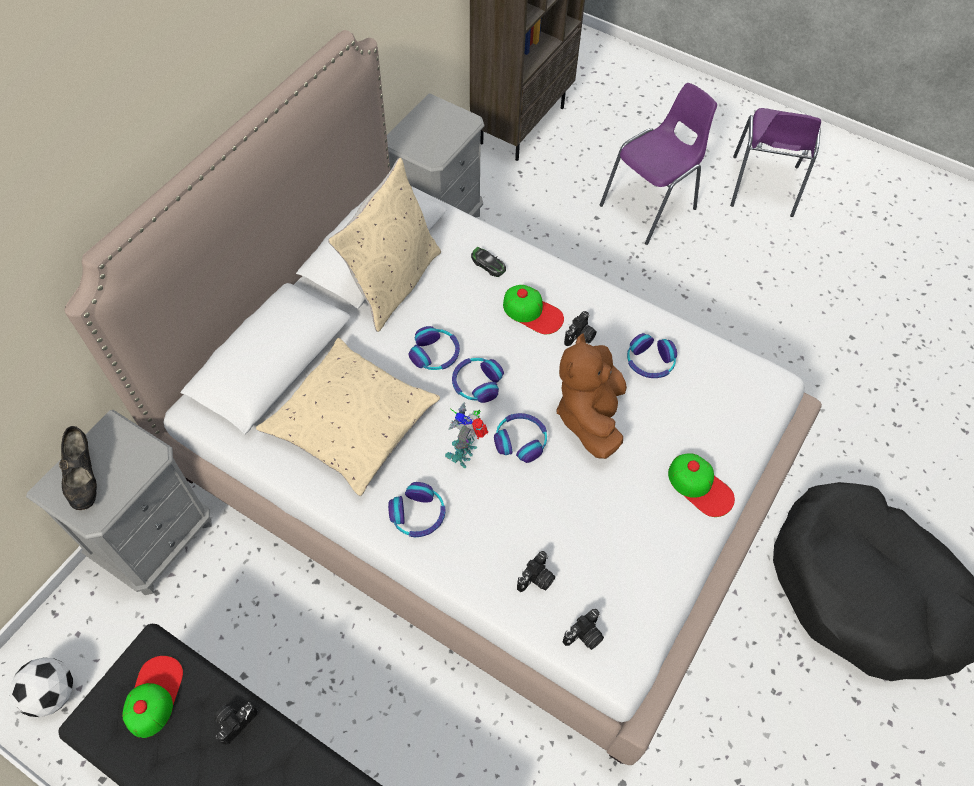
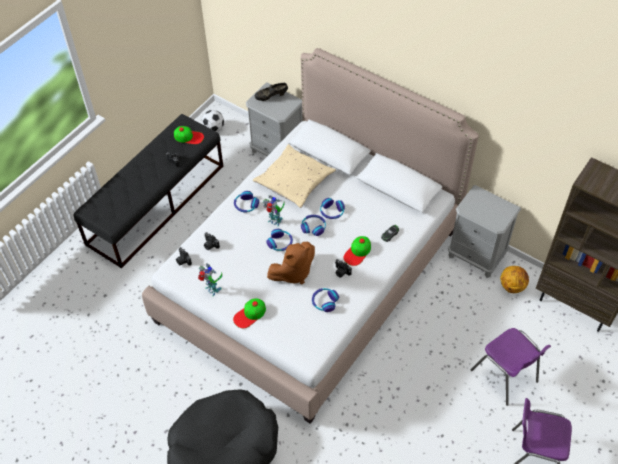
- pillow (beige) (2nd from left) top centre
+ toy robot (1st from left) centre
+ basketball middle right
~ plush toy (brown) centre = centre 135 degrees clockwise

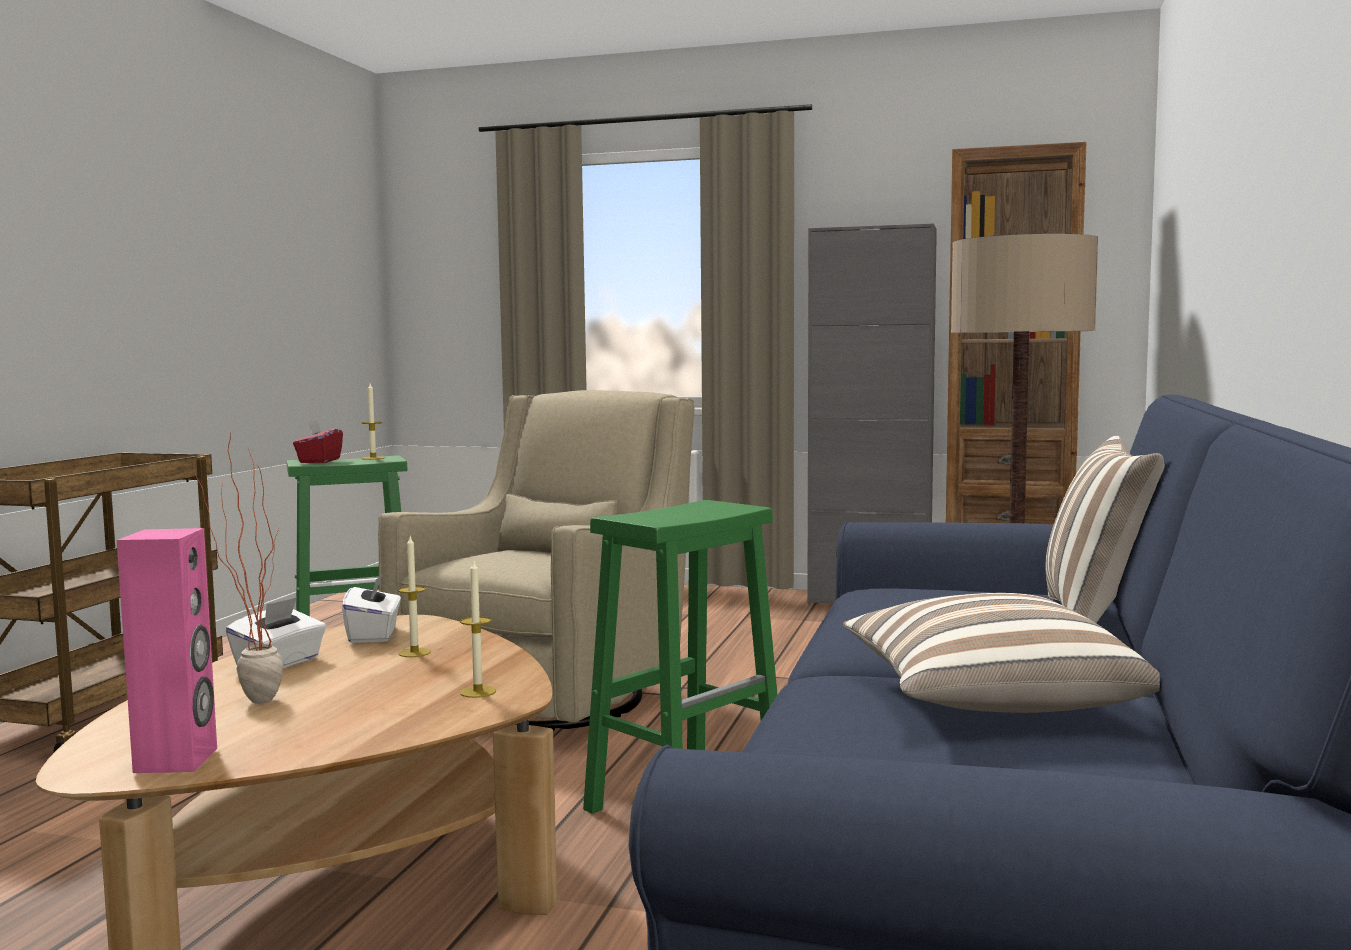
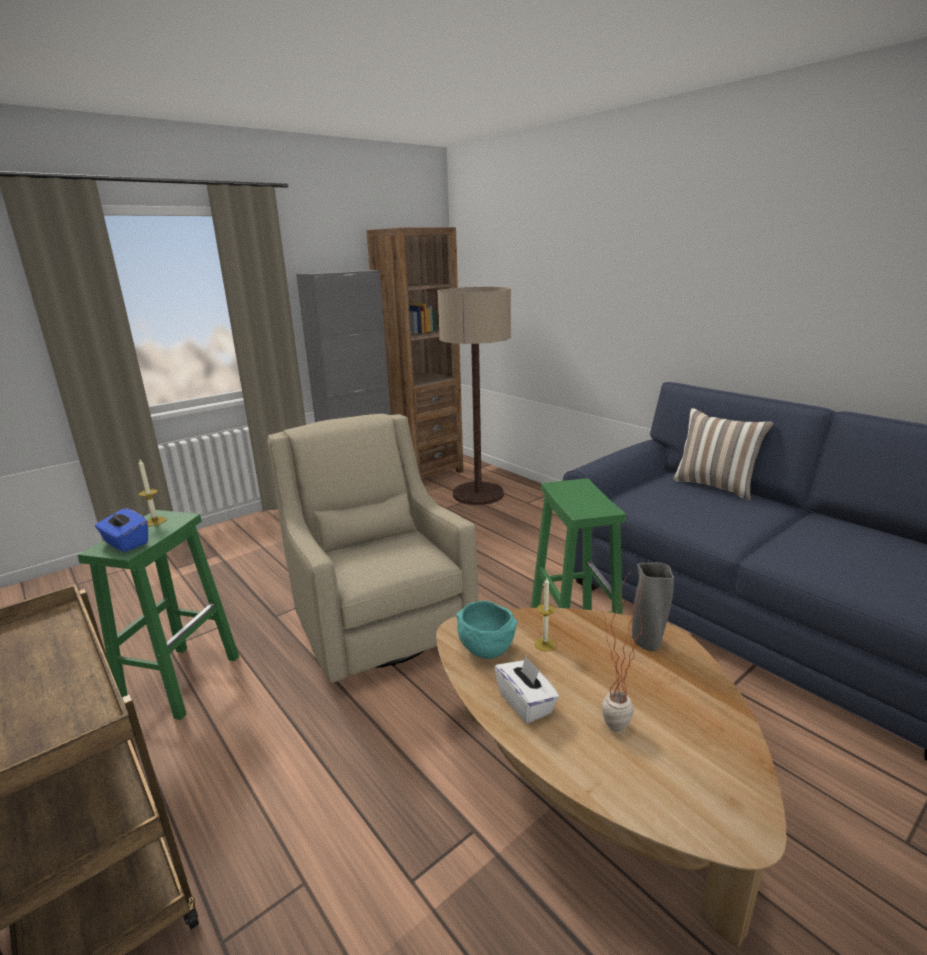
- speaker (pink) bottom left
- pillow (1st from left) bottom right
~ tissue box (white) (2nd from left) middle left to bowl (turquoise) centre
~ candle (3rd from left) centre to vase (grey) middle right
~ tissue box (red) middle left to tissue box (blue) middle left

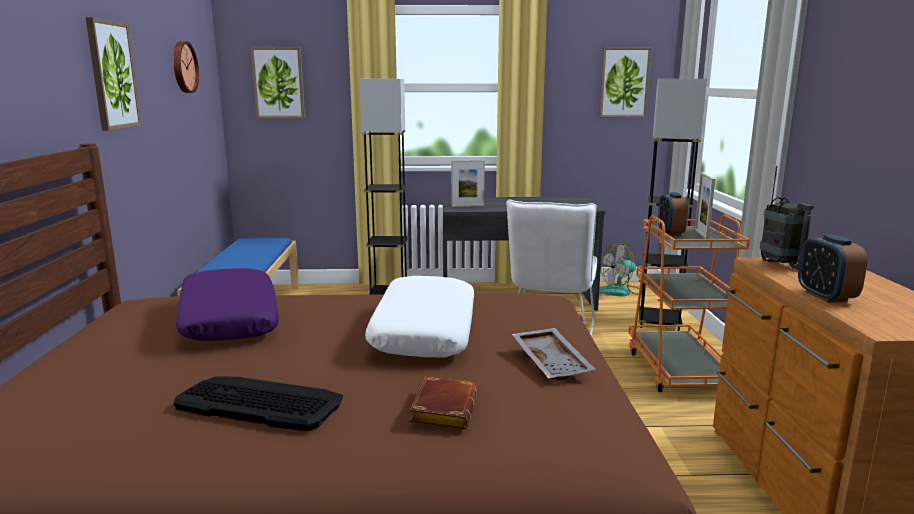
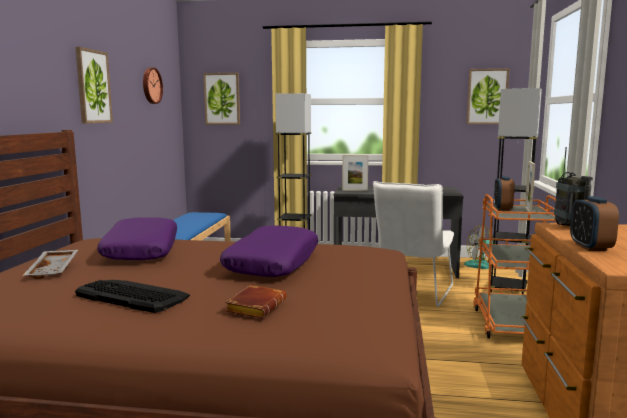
~ tray (grey) bottom centre to middle left
~ pillow (white) centre to pillow (purple) (2nd from left) centre

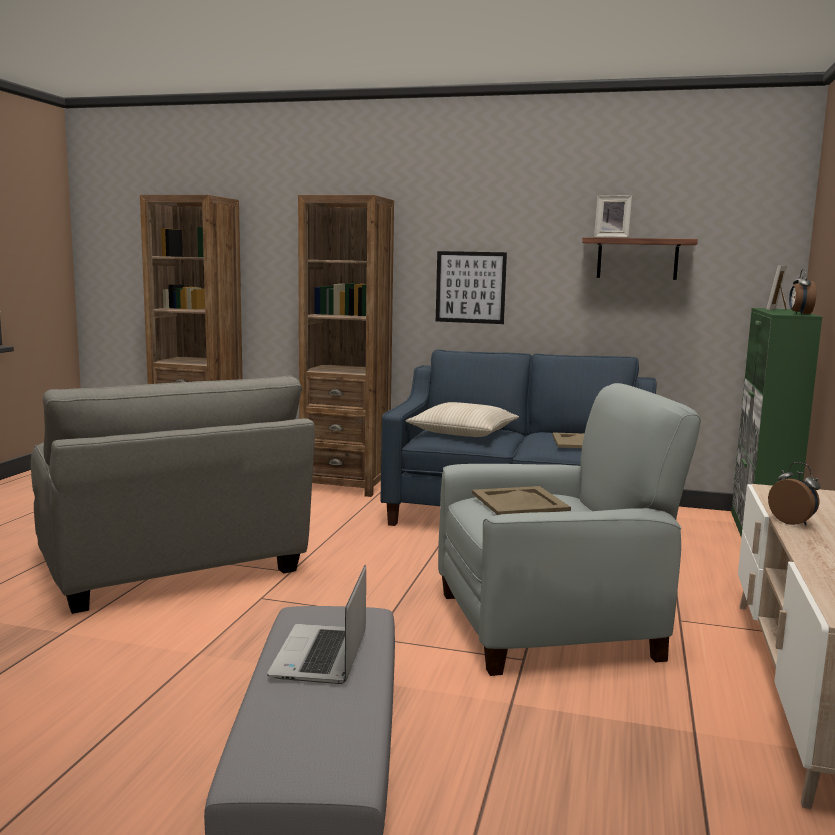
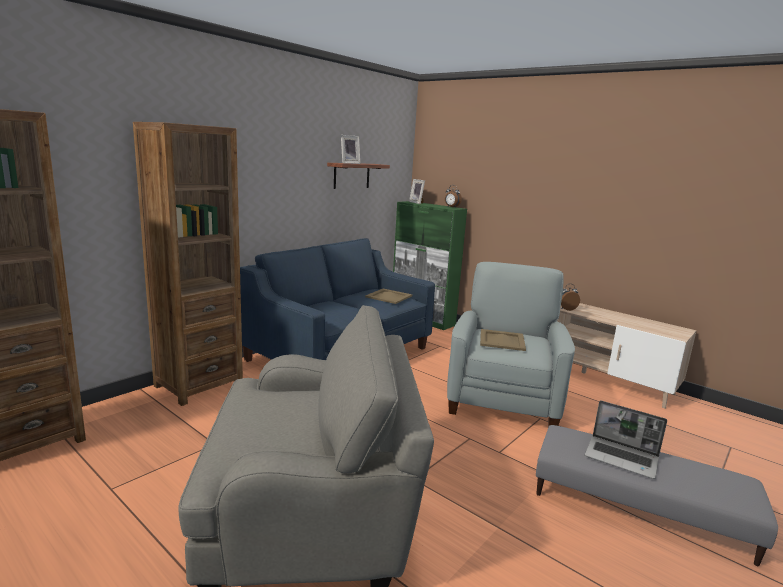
- pillow (beige) centre
- picture centre

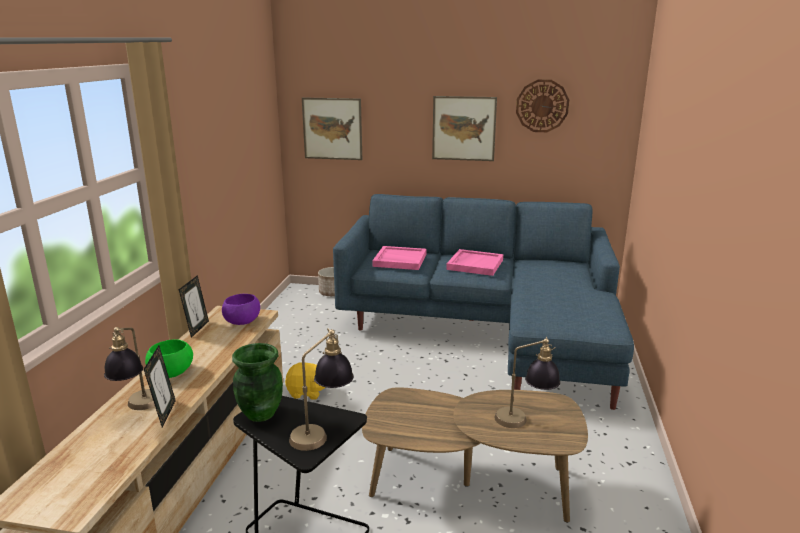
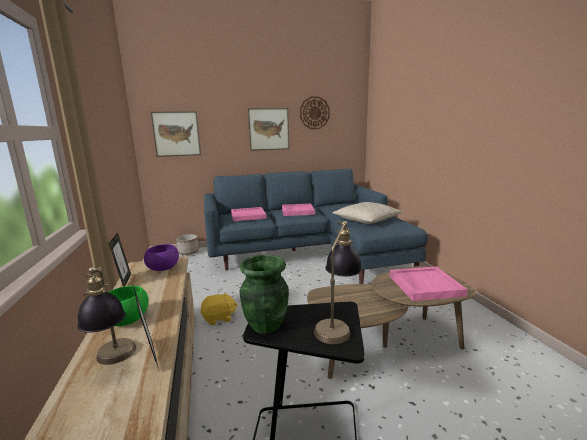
+ pillow (beige) centre
~ table lamp (3rd from left) bottom centre to tray (pink) (3rd from left) middle right

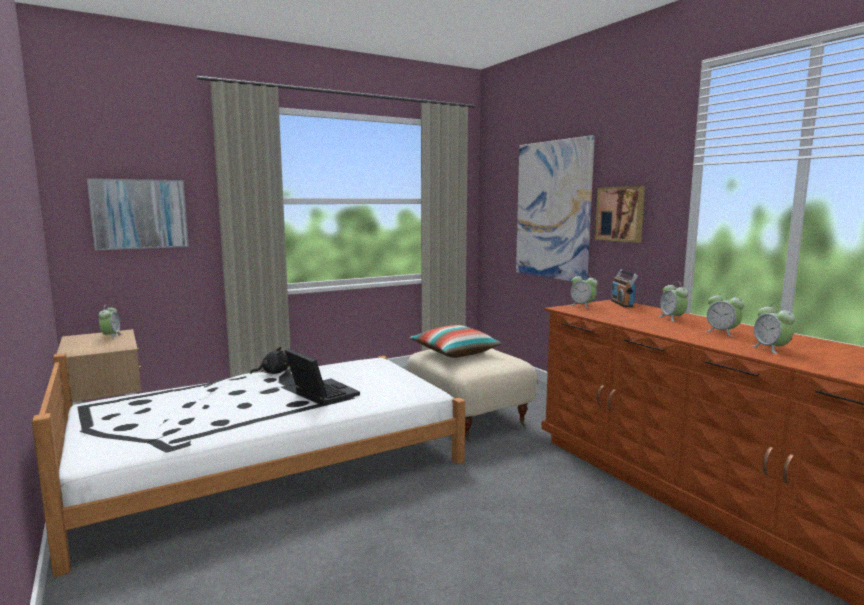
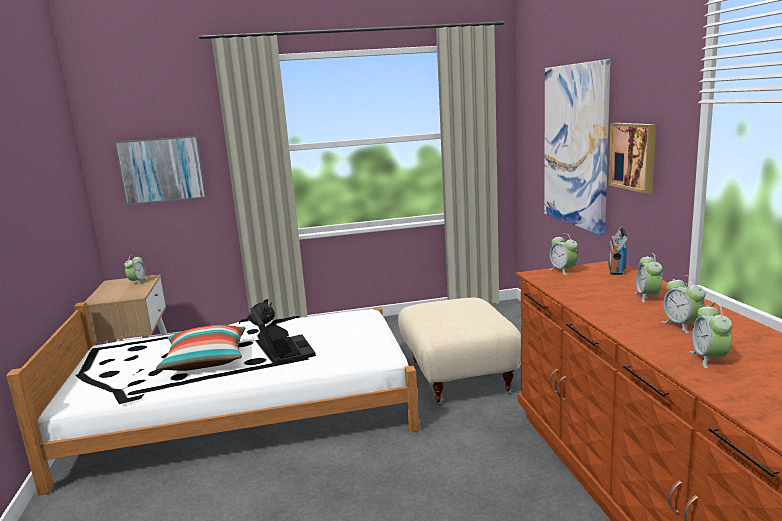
~ pillow centre to bottom left

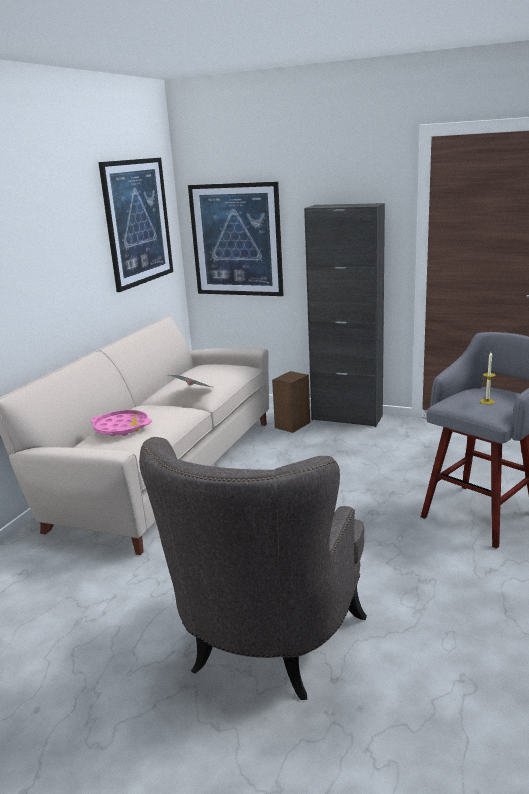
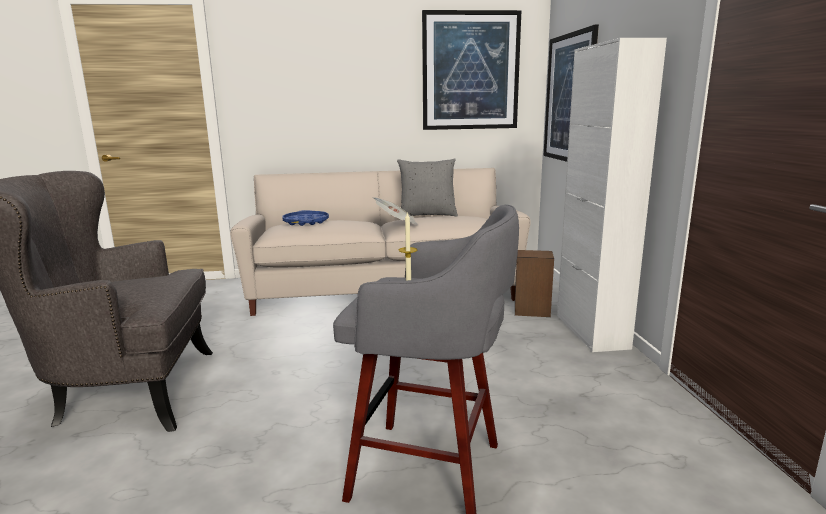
+ pillow (grey) centre
~ tray (pink) middle left to tray (blue) centre
~ cabinet (black) centre to cabinet (white) middle right

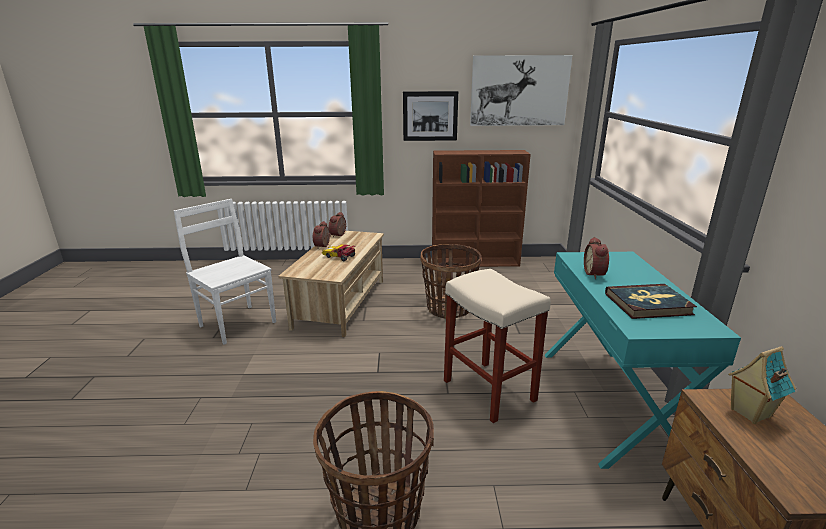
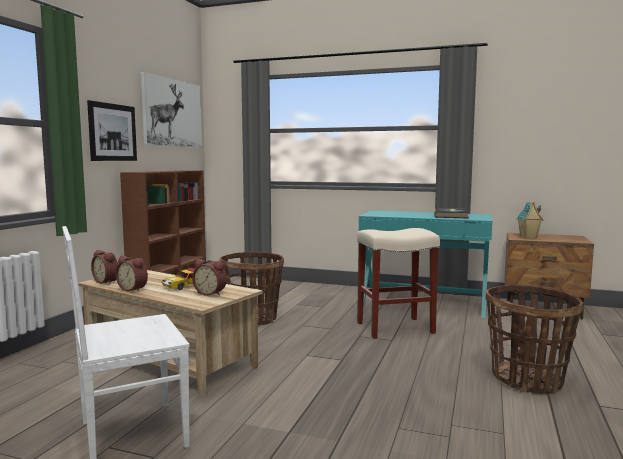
~ alarm clock (3rd from left) middle right to centre

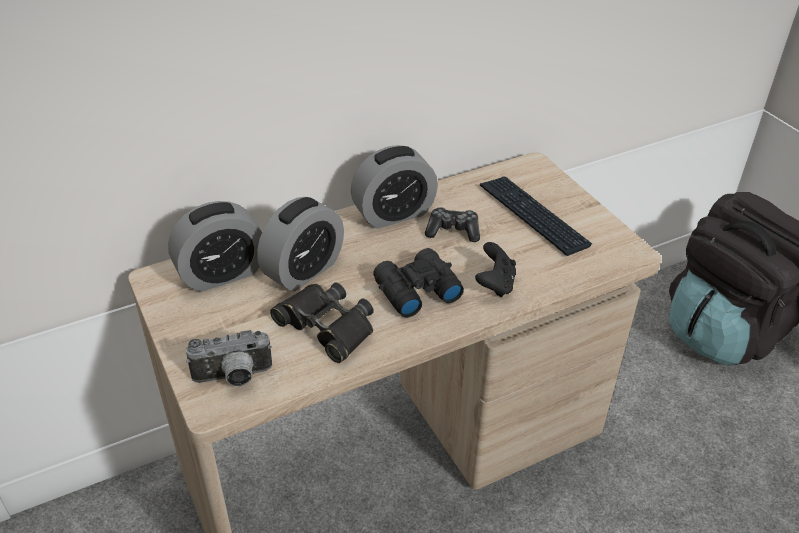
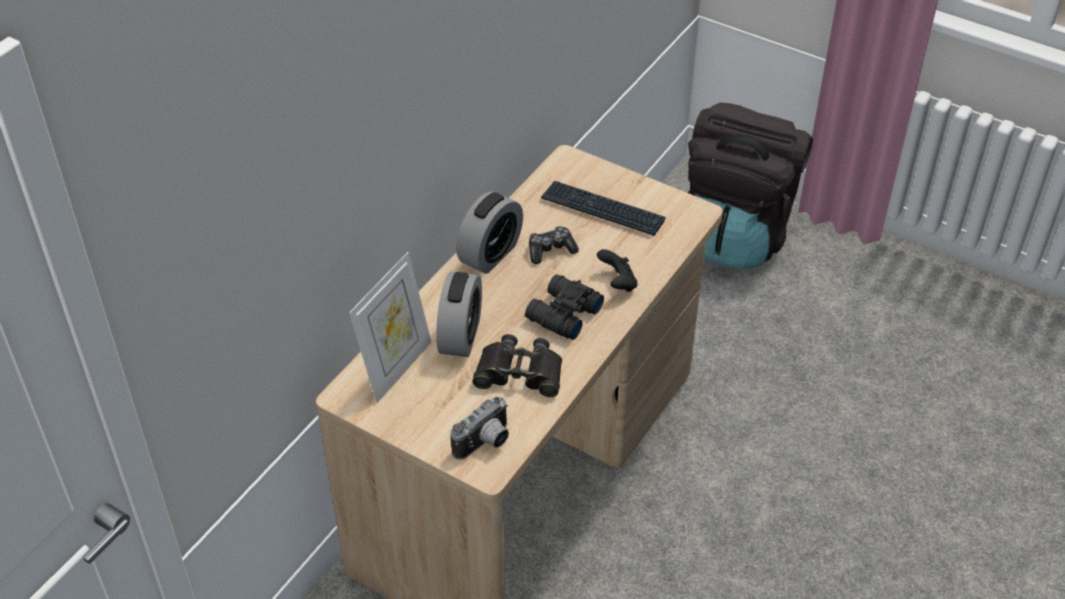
~ alarm clock (1st from left) middle left to picture frame centre

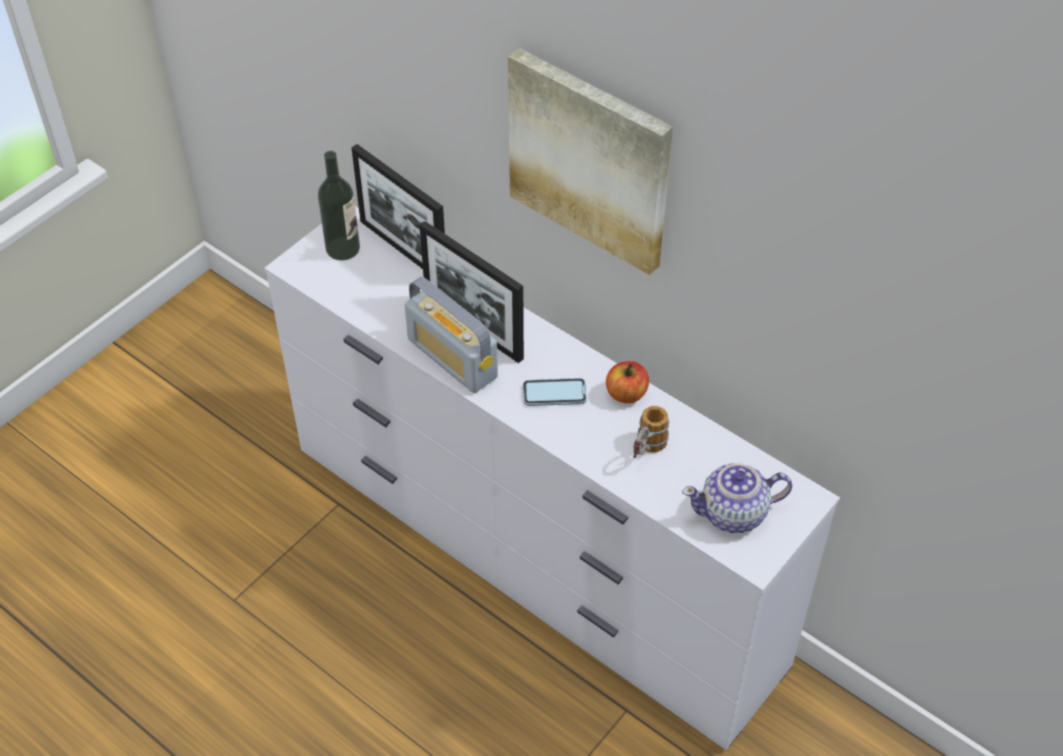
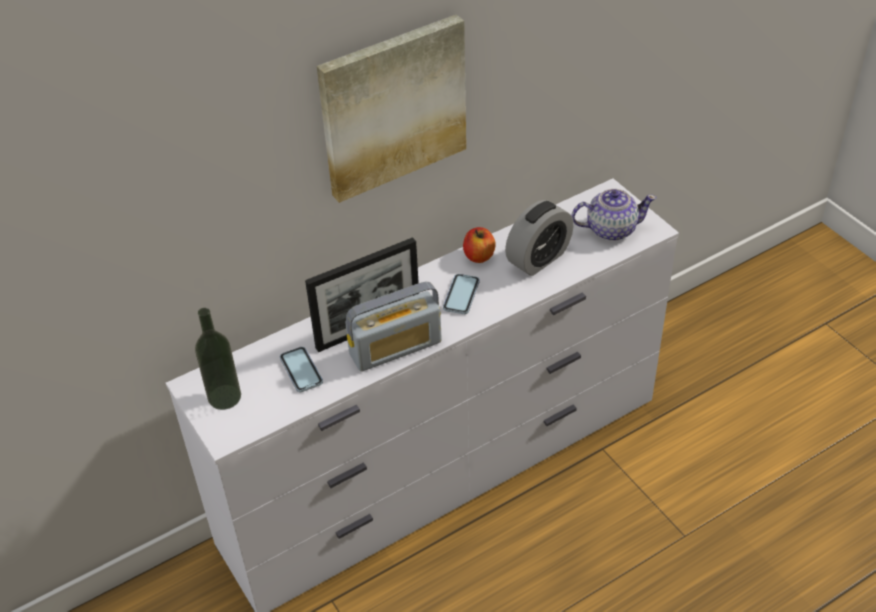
- picture frame (1st from left) top centre
+ phone (1st from left) centre
~ mug centre to alarm clock centre
~ teapot middle right = middle right 105 degrees counterclockwise

